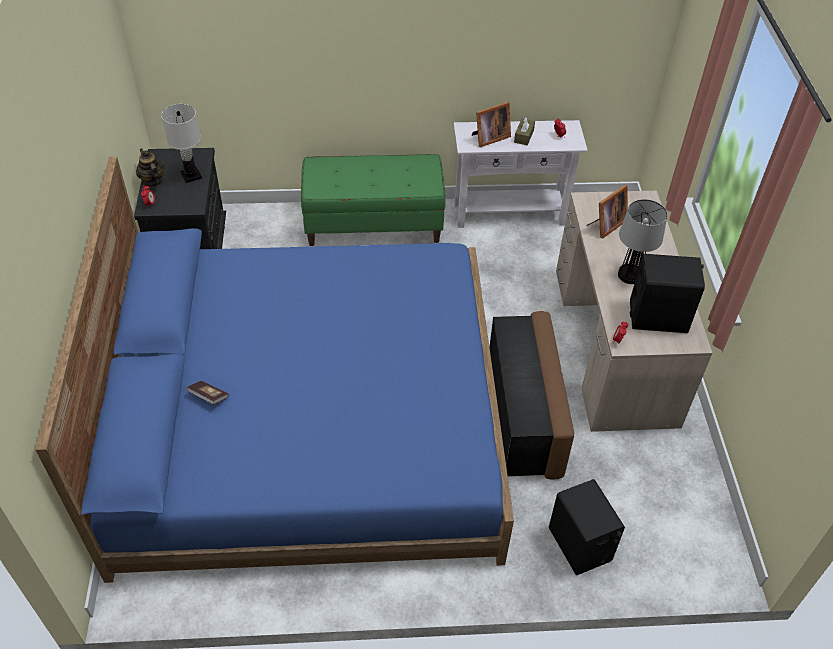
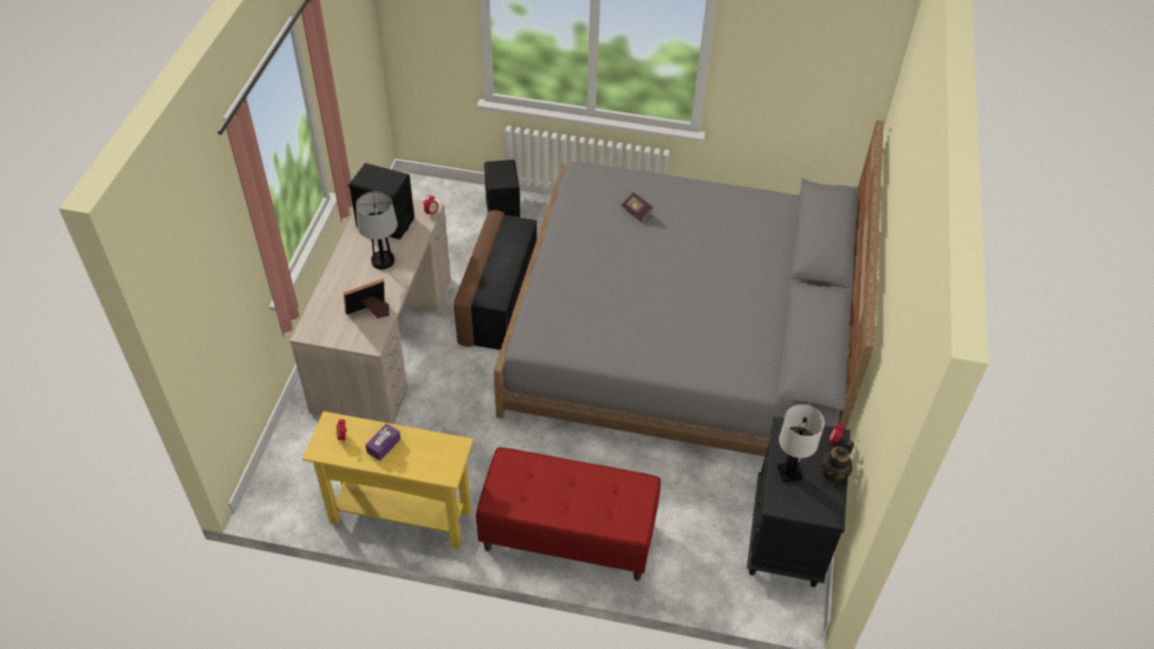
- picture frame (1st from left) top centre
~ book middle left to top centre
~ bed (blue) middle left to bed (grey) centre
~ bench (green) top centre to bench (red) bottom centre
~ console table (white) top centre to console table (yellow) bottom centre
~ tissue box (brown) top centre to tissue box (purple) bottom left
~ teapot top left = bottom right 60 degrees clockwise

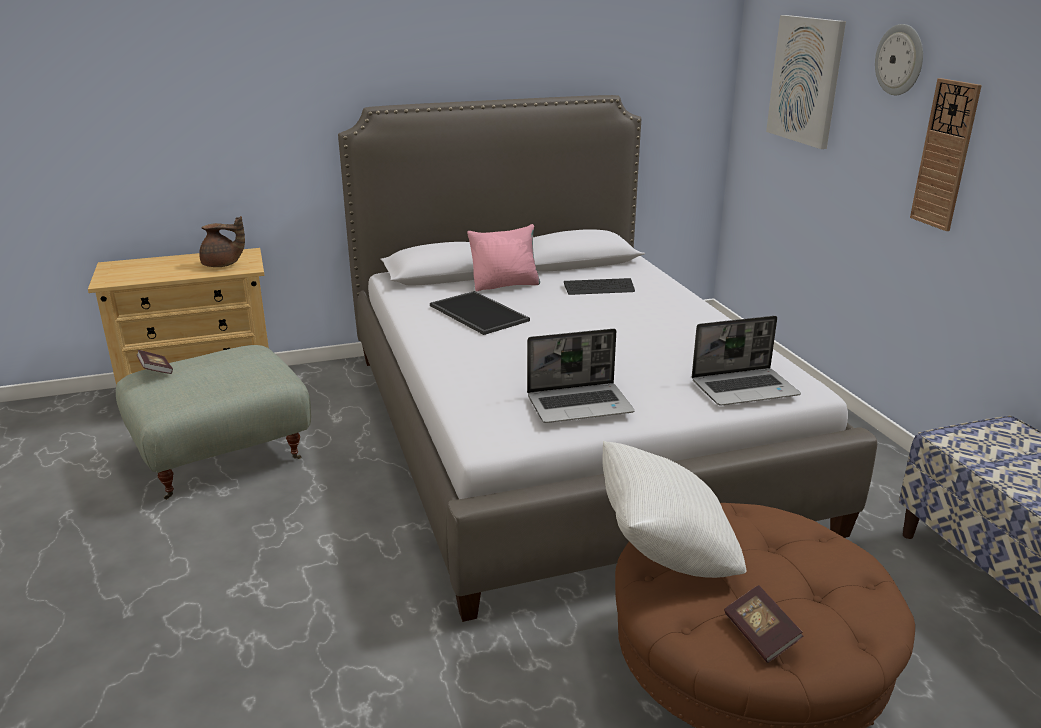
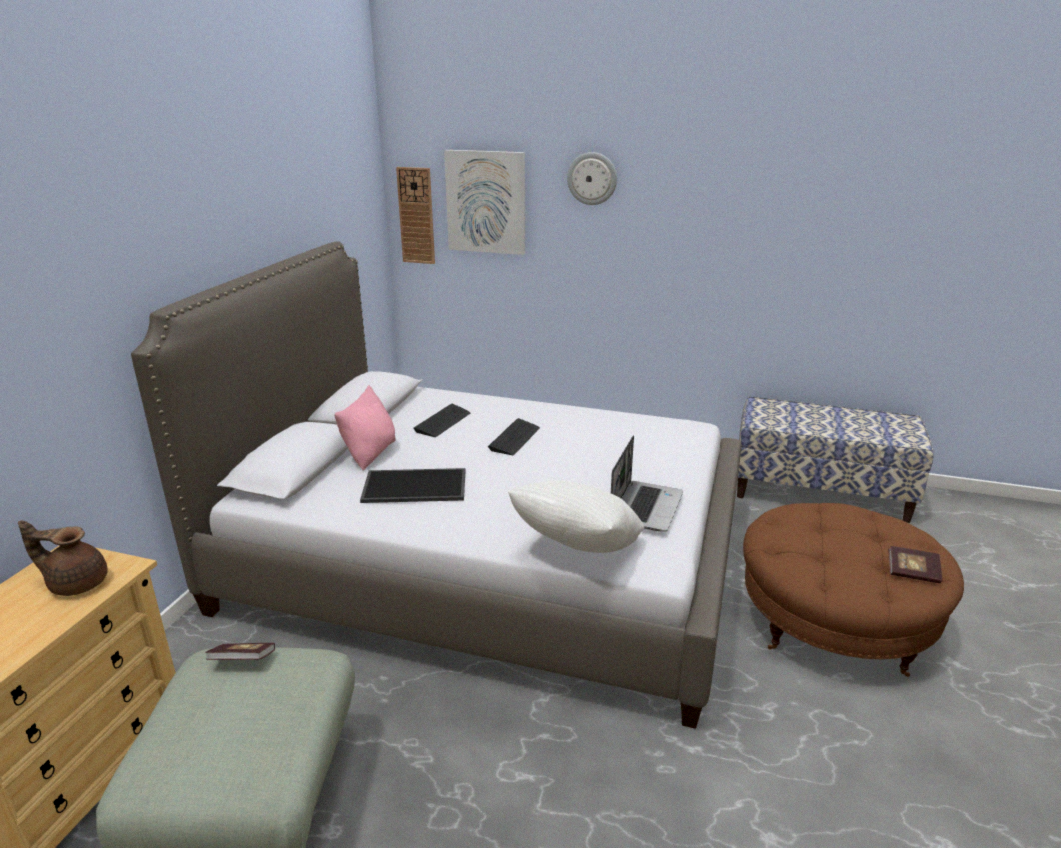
- laptop (2nd from left) middle right
+ keyboard (2nd from left) centre
~ book (1st from left) middle left to bottom left
~ pillow (white) bottom centre to centre
~ wall clock (2nd from left in the first image) top right to wall clock (1st from left) top centre
~ teapot (brown) top left = middle left 120 degrees counterclockwise

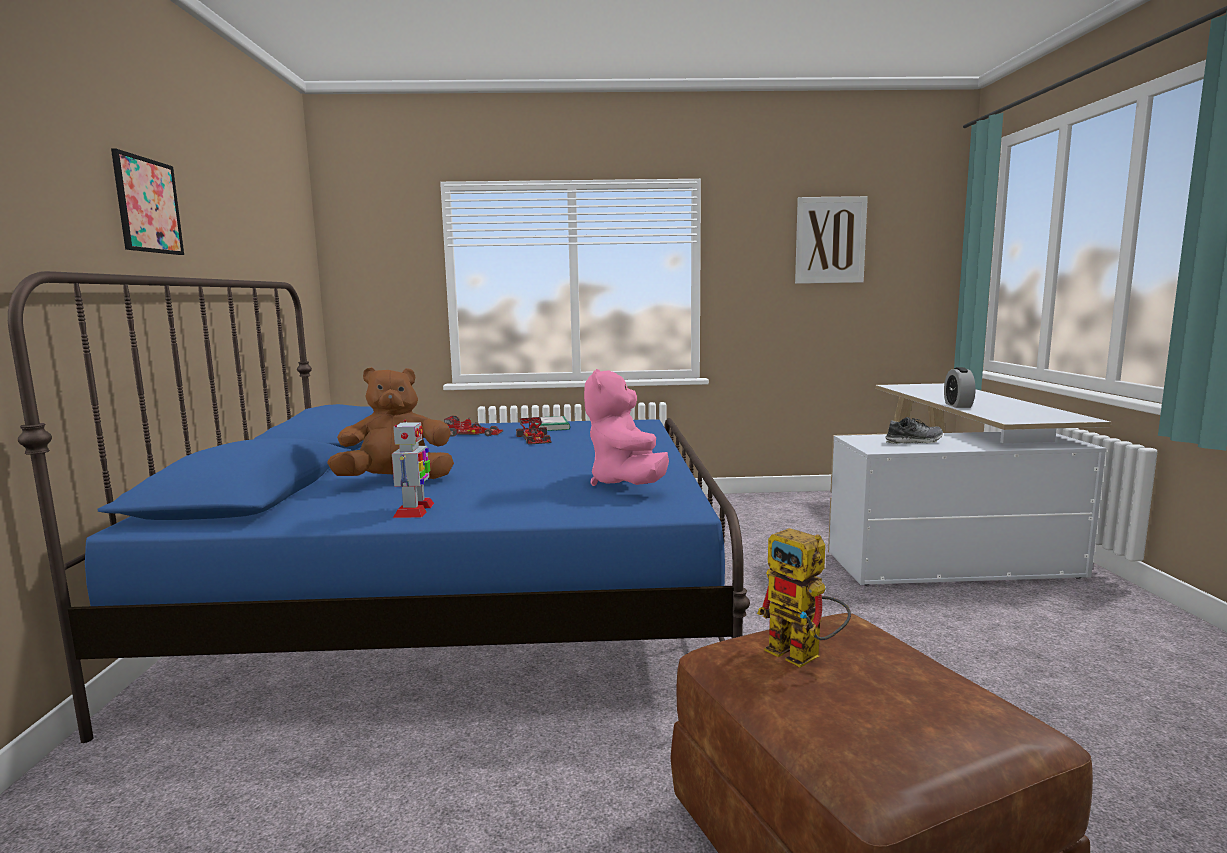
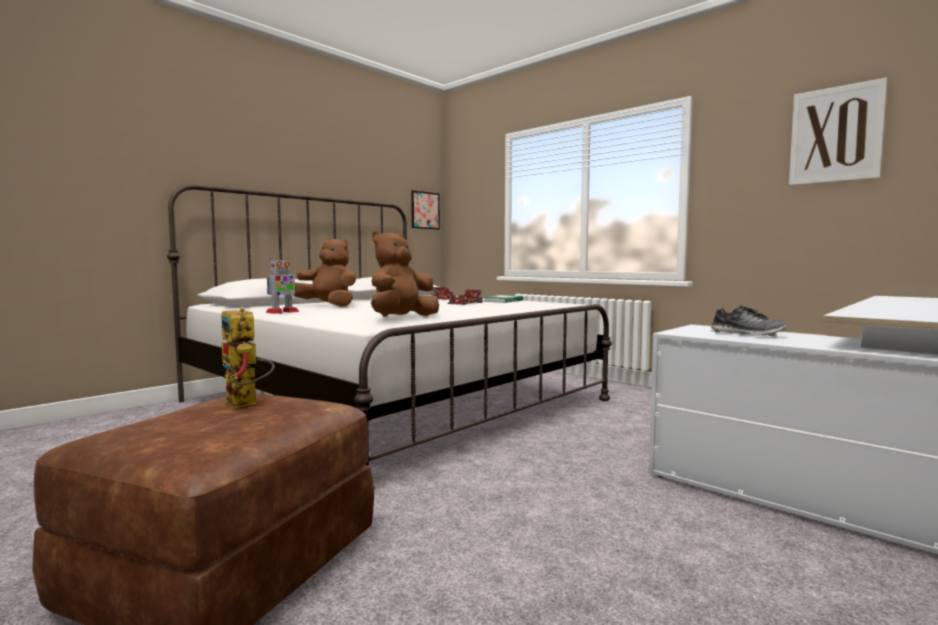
- alarm clock middle right
~ picture (1st from left) top left to centre
~ bed (blue) middle left to bed (white) centre
~ plush toy (pink) centre to plush toy (brown) (2nd from left) centre
~ toy robot (2nd from left in the first image) bottom centre = middle left 45 degrees counterclockwise

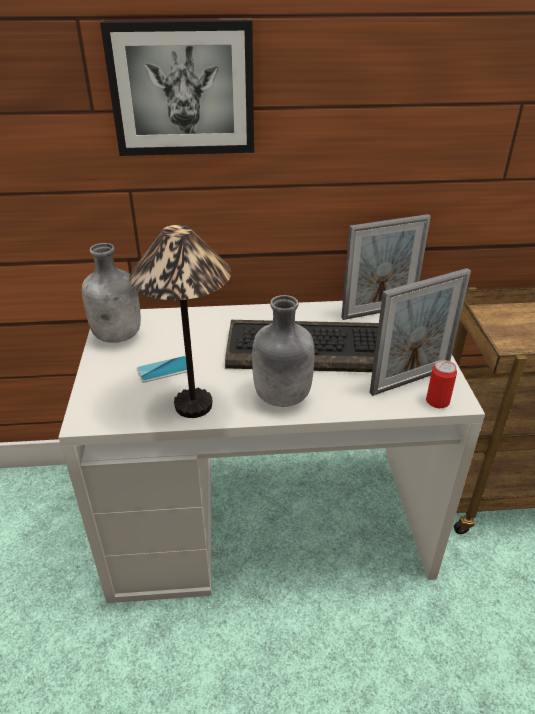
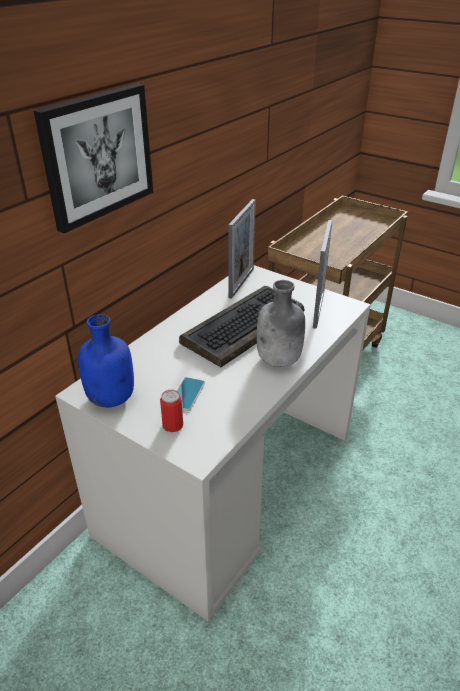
- table lamp centre
~ can middle right to centre
~ bottle (grey) (1st from left) middle left to bottle (blue) middle left

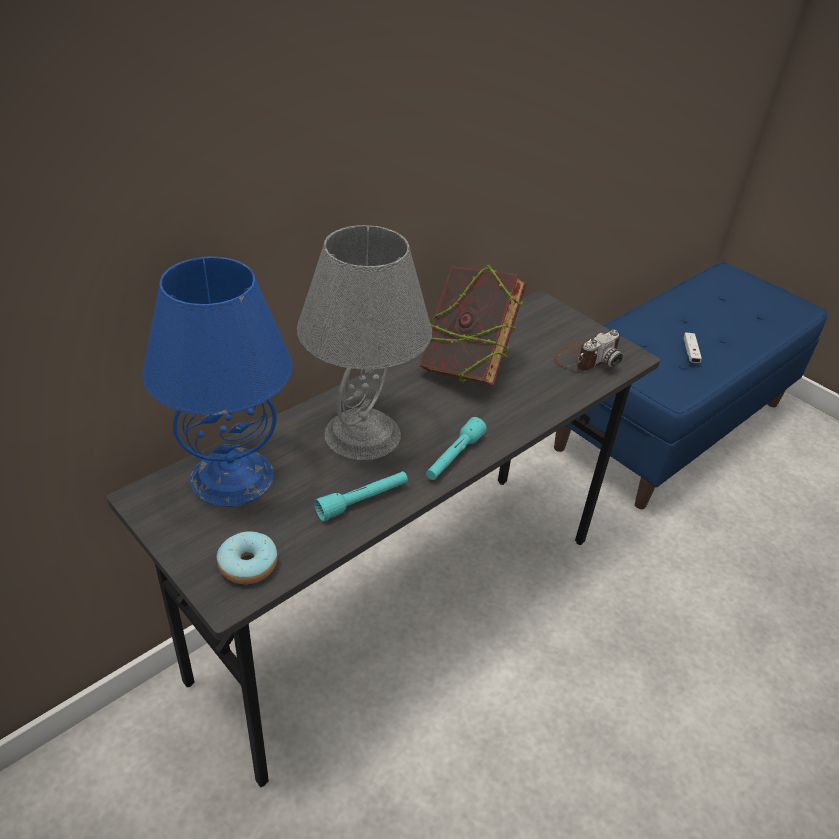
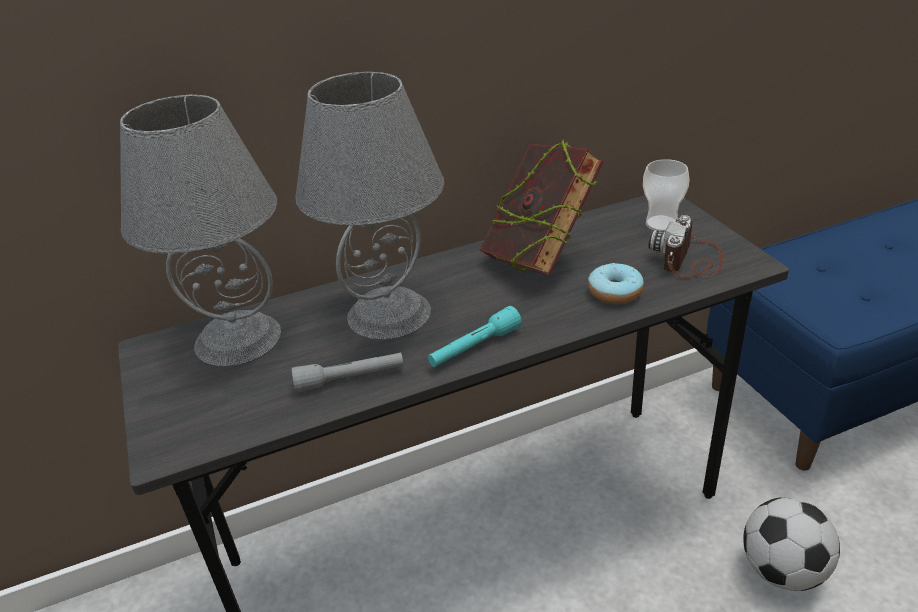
- game controller (white) middle right
+ cup top right
+ football bottom right
~ donut middle left to middle right
~ table lamp (blue) middle left to table lamp (grey) (1st from left) middle left
~ flashlight (turquoise) (1st from left) centre to flashlight (grey) centre
~ photo camera middle right = middle right 135 degrees clockwise

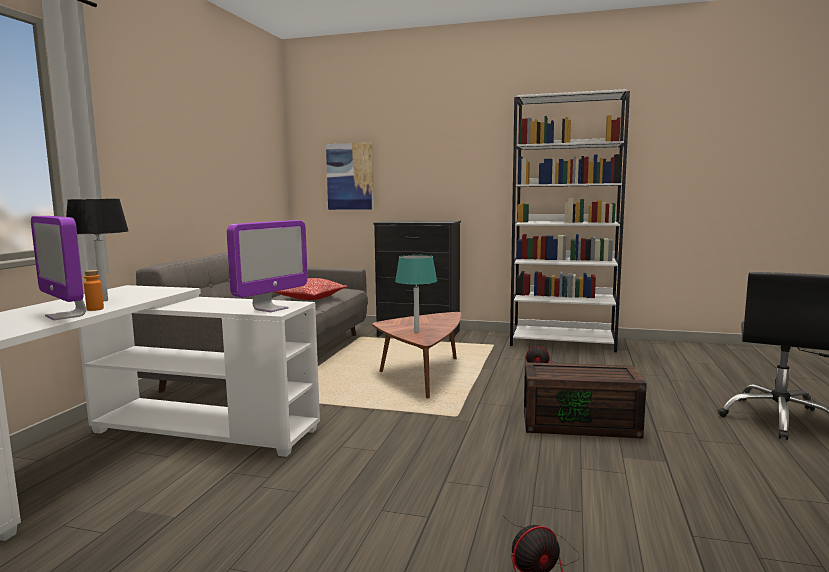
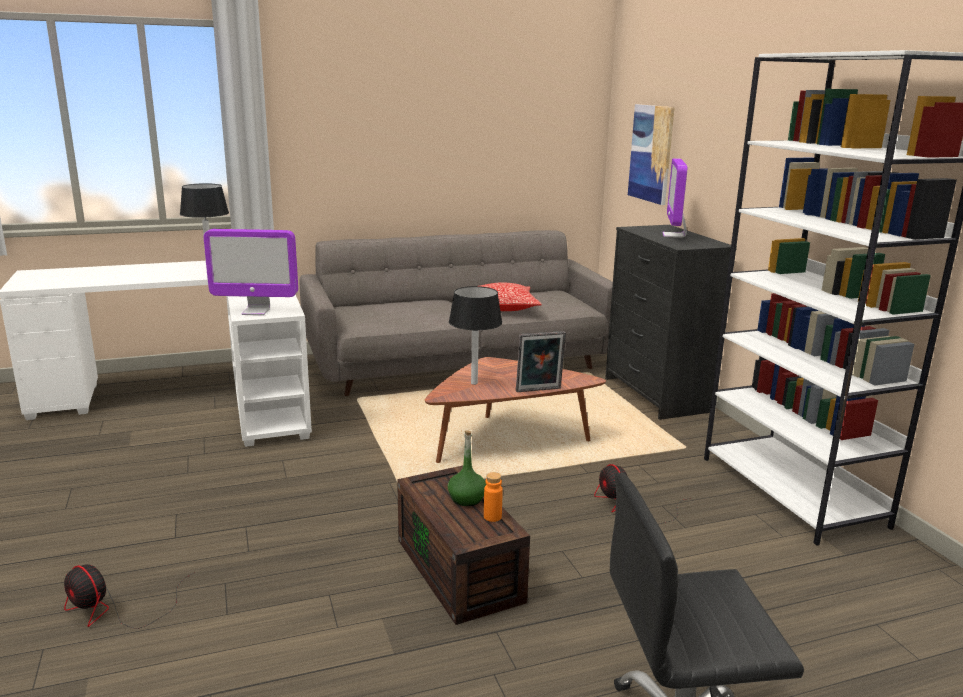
+ bottle (green) bottom centre
+ picture frame centre
~ monitor (1st from left in the first image) middle left to monitor (2nd from left) top right
~ bottle (orange) middle left to bottom centre
~ table lamp (turquoise) centre to table lamp (black) (2nd from left) centre

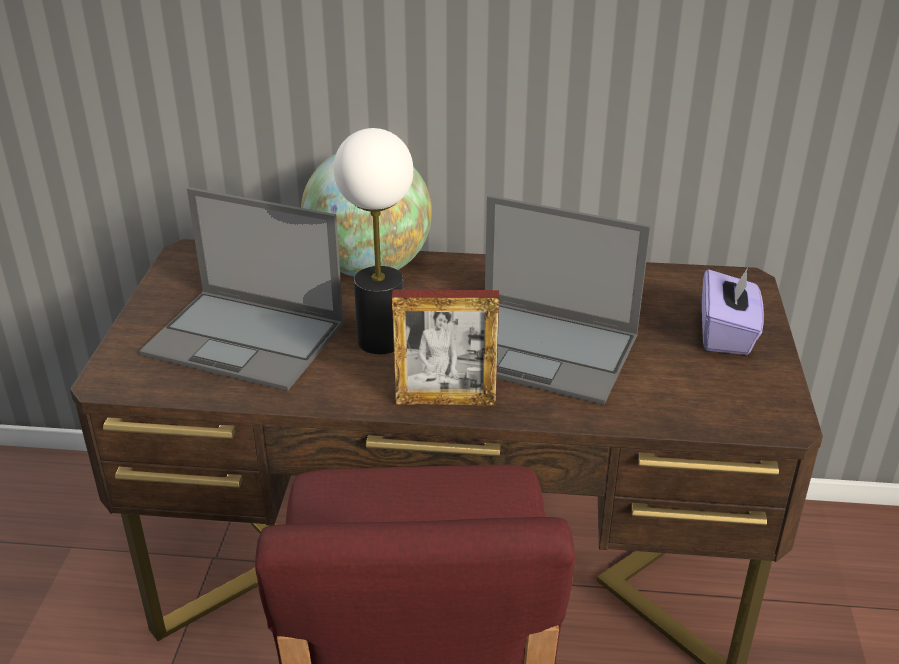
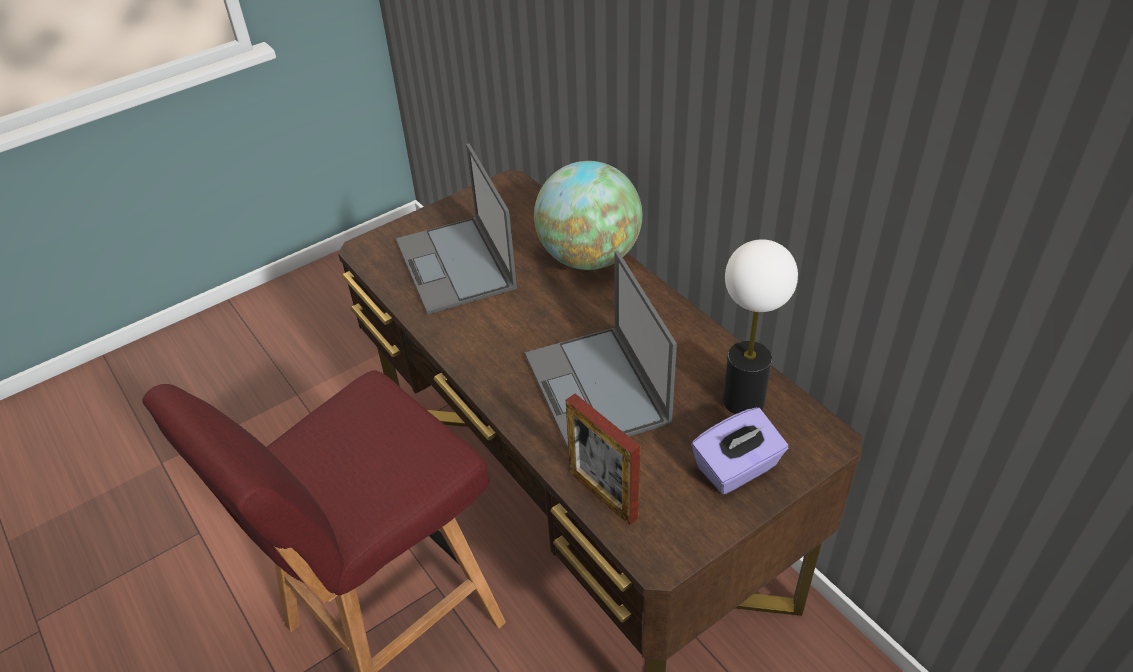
~ table lamp centre to middle right
~ picture frame centre to bottom centre

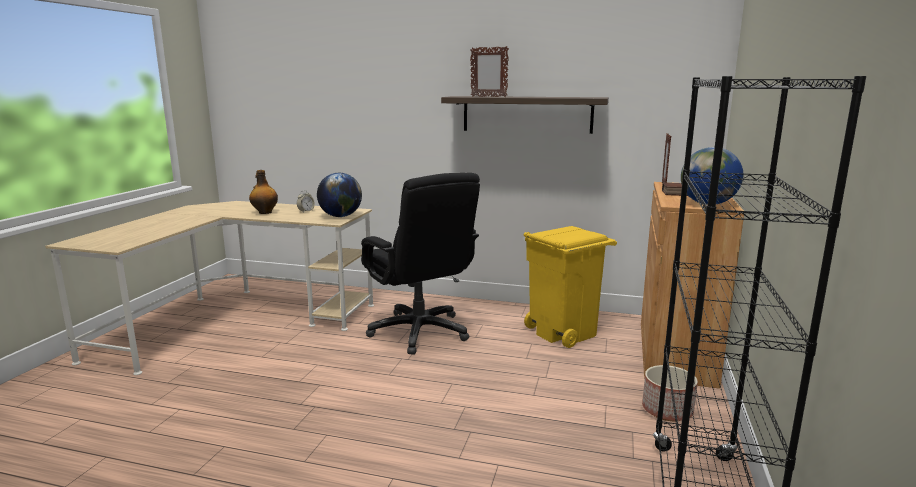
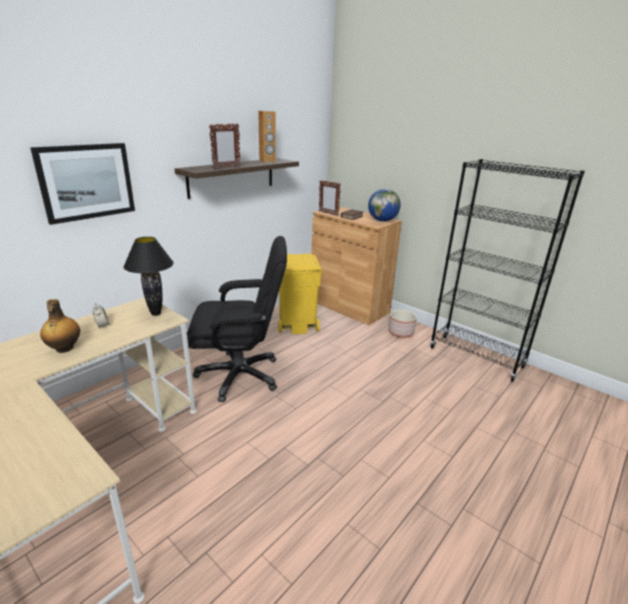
+ picture top left
+ speaker (brown) top centre
~ globe (1st from left) centre to table lamp (black) middle left

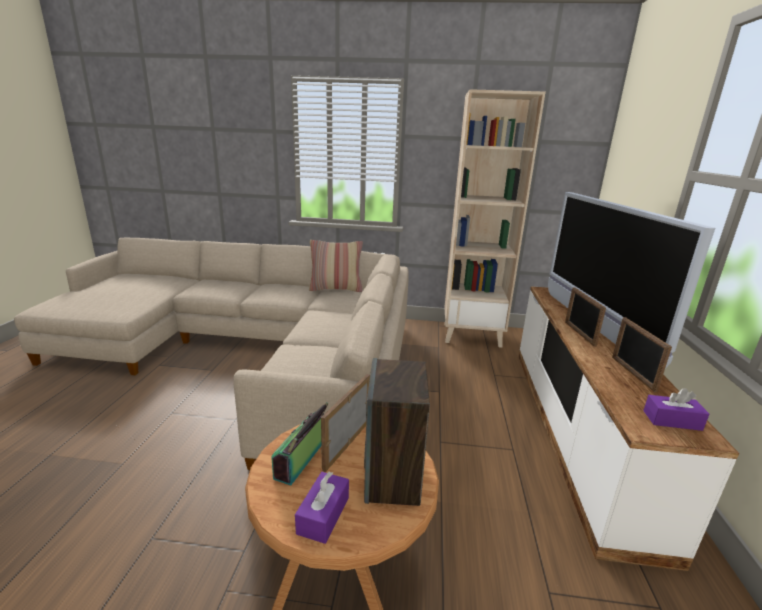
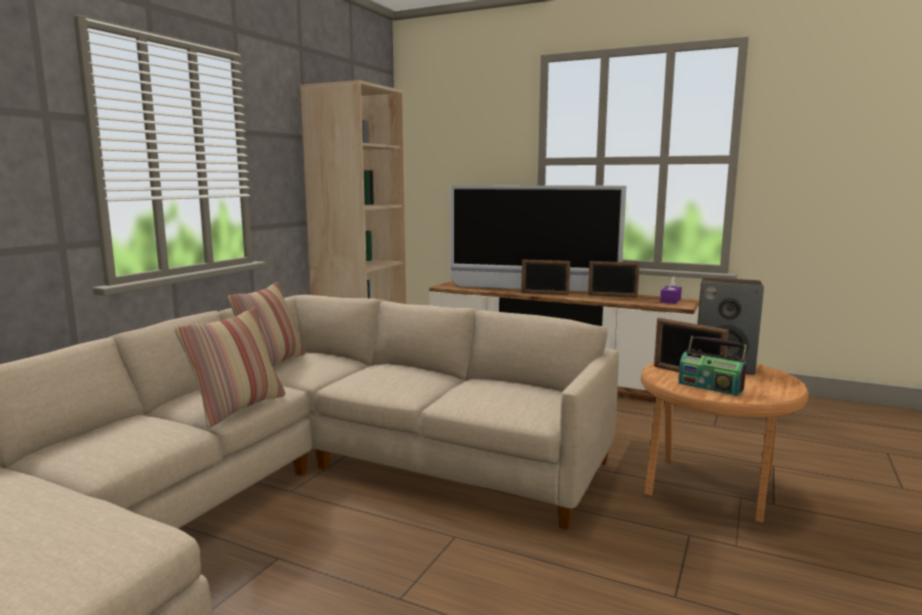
- tissue box (purple) (1st from left) bottom centre
+ pillow (1st from left) middle left

